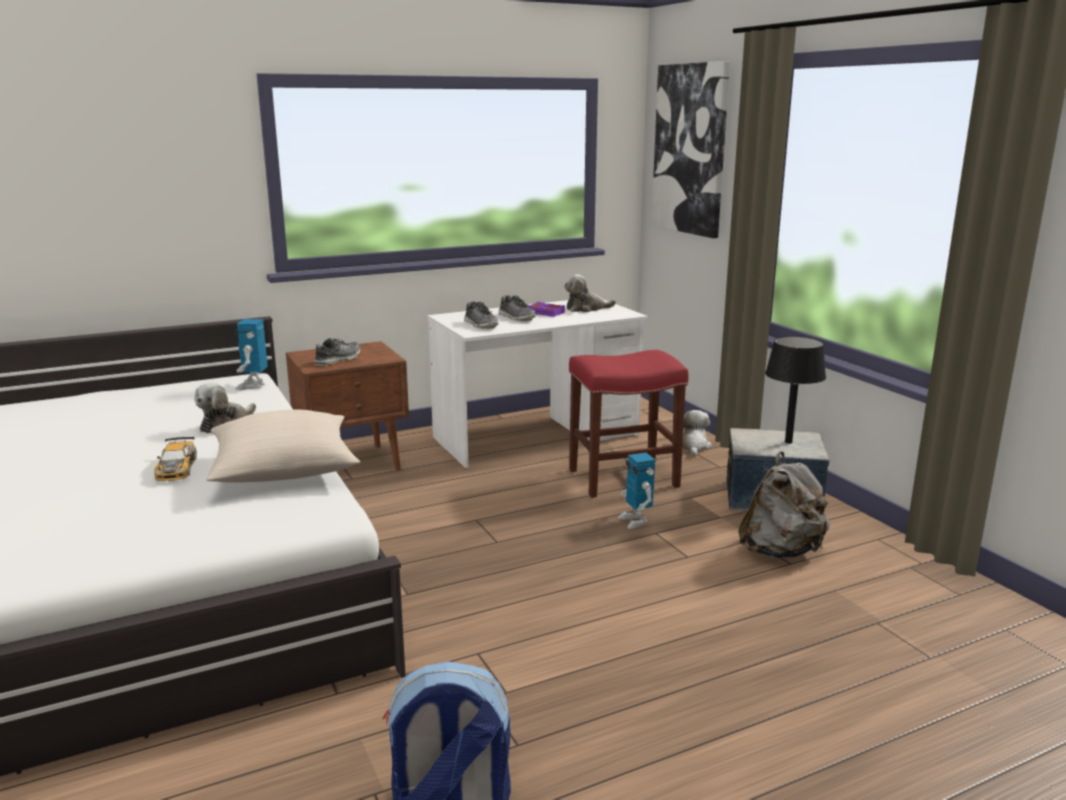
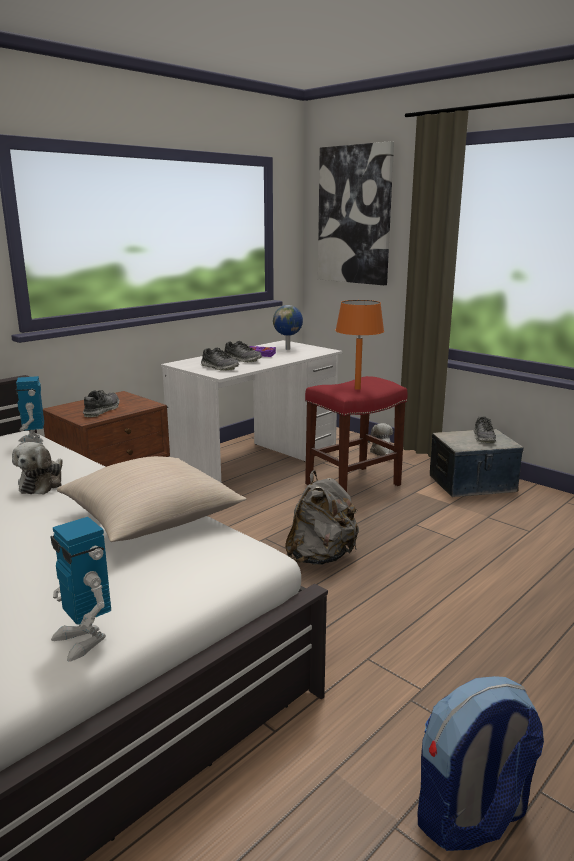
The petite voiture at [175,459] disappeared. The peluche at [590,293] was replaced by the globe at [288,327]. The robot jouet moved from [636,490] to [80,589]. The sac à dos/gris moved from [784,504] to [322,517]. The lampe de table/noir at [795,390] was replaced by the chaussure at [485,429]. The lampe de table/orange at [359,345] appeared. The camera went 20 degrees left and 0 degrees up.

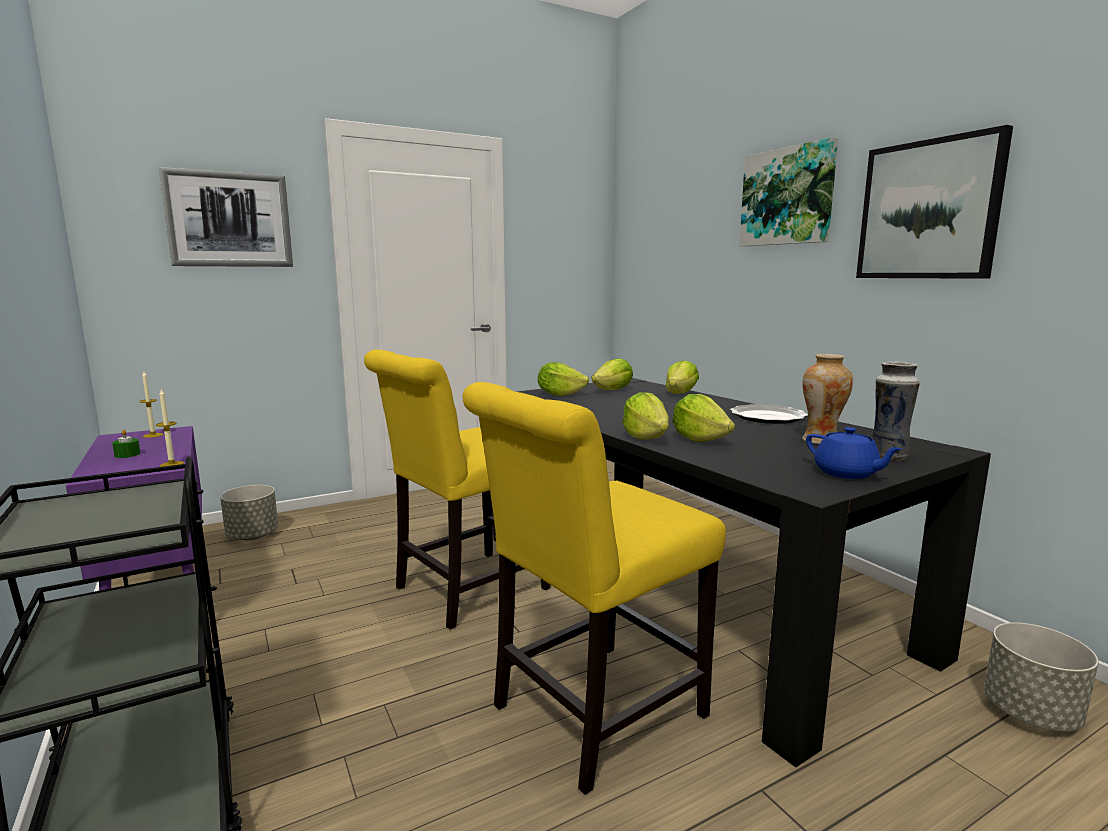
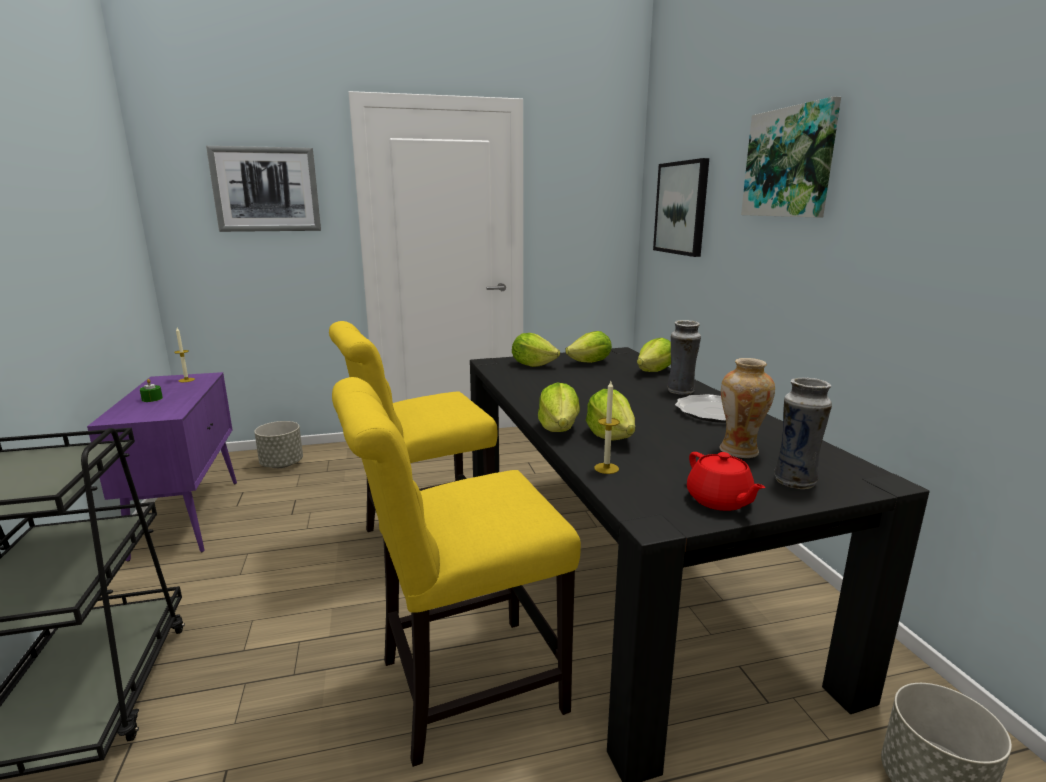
The bougie moved from [170,428] to [607,427]. The théière/bleu at [854,453] became the théière/rouge at [726,481]. The tableau moved from [934,202] to [681,207]. The vase at [684,357] appeared. The camera went 15 degrees right and 5 degrees up.

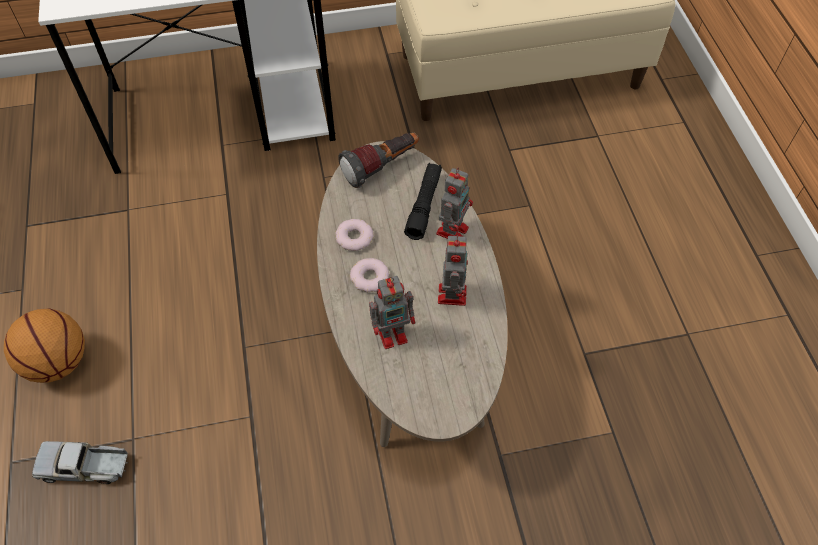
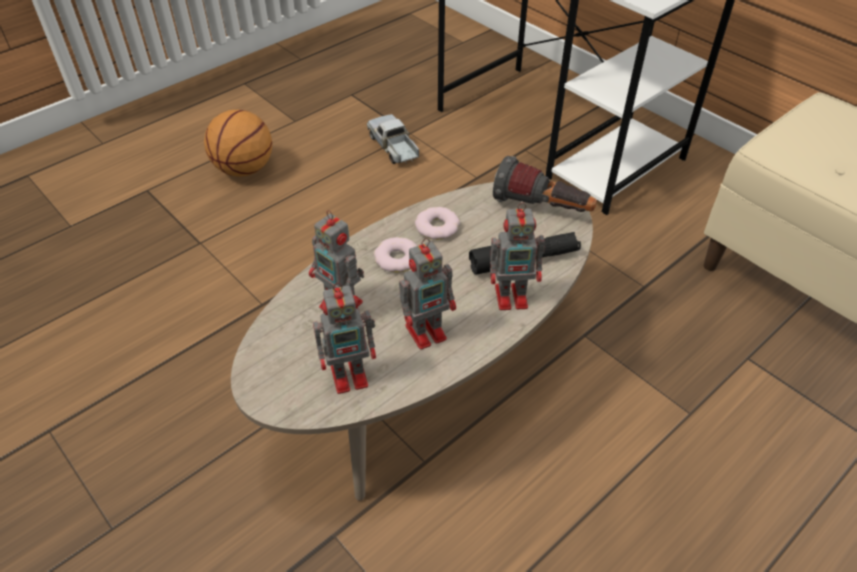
The camion jouet moved from [80,462] to [393,139]. The robot jouet at [344,338] appeared. The camera went 60 degrees right and 10 degrees down.

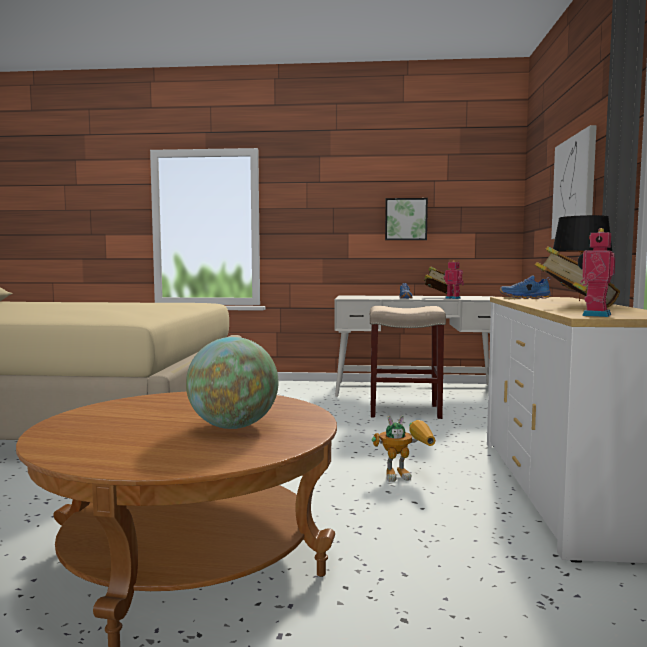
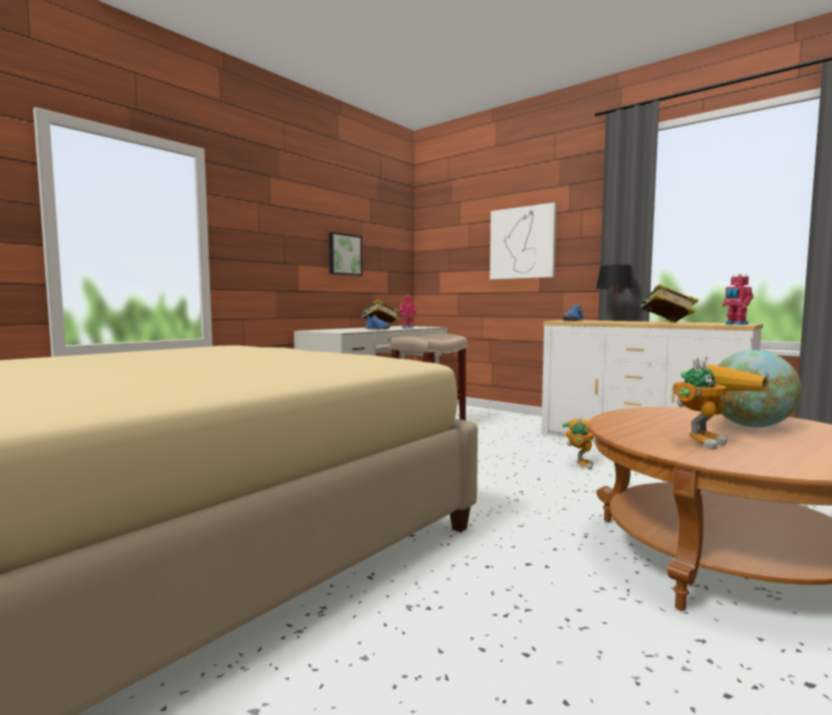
The robot jouet at [721,403] appeared. The camera went 55 degrees left and 0 degrees up.

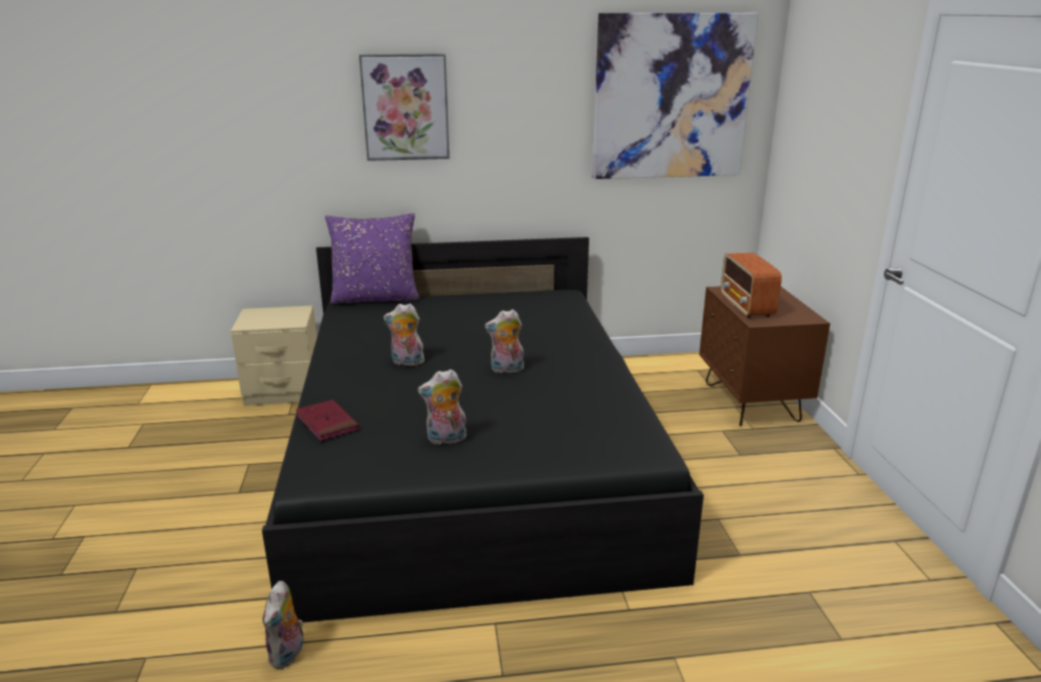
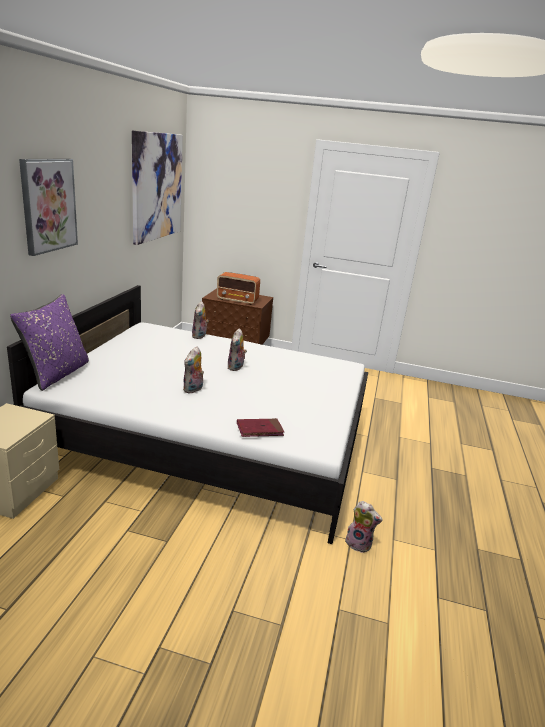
The lit/noir at [483,429] became the lit/blanc at [187,414]. The peluche moved from [442,407] to [200,320]. The camera went 70 degrees left and 0 degrees up.

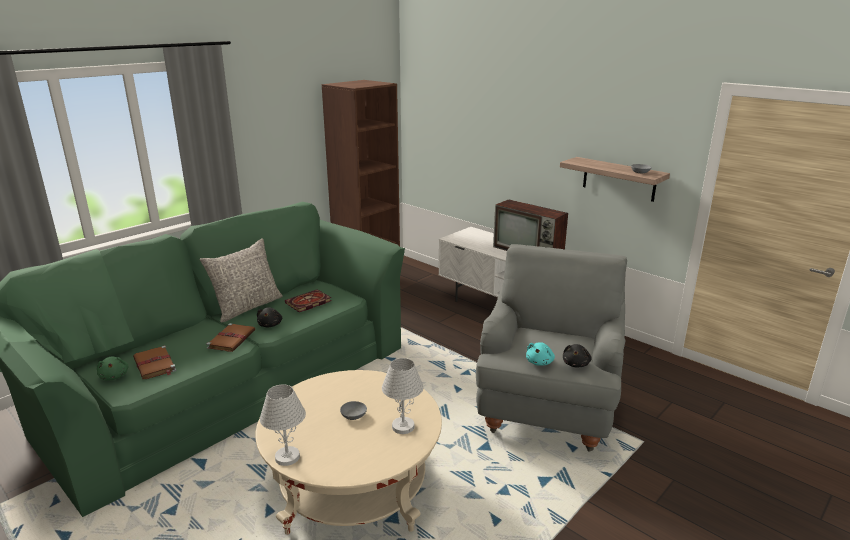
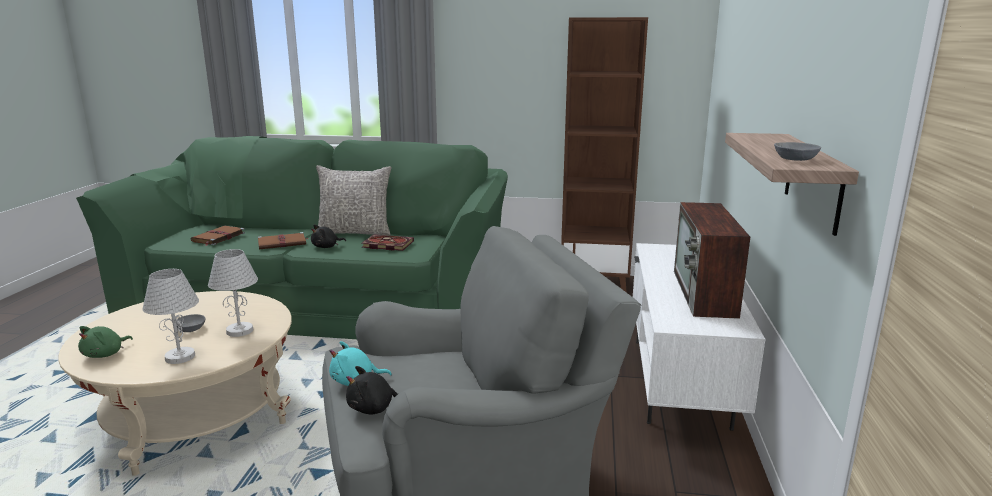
The peluche/vert moved from [112,368] to [105,342]. The lampe de table/blanc moved from [283,425] to [233,293]. The camera went 55 degrees right and 5 degrees down.

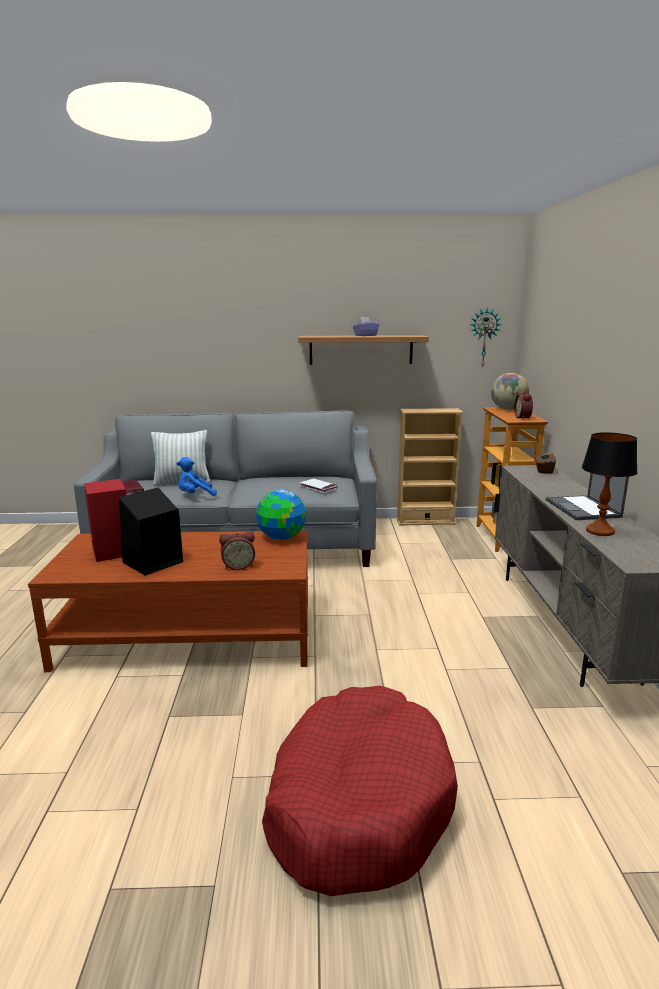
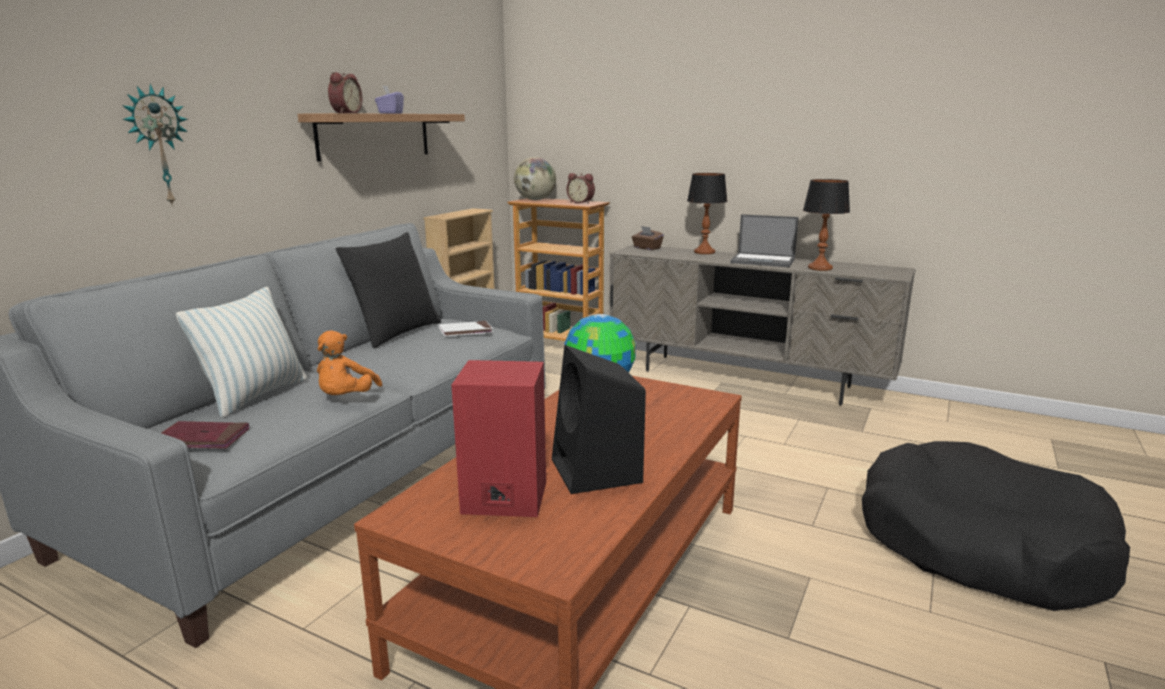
The peluche/bleu at [197,476] became the peluche/orange at [350,362]. The réveil moved from [237,551] to [345,92]. The panier pour chien/rouge at [360,791] became the panier pour chien/noir at [996,526]. The horloge murale moved from [486,337] to [155,145]. The coussin/noir at [388,290] appeared. The lampe de table at [707,213] appeared. The camera went 60 degrees left and 0 degrees up.

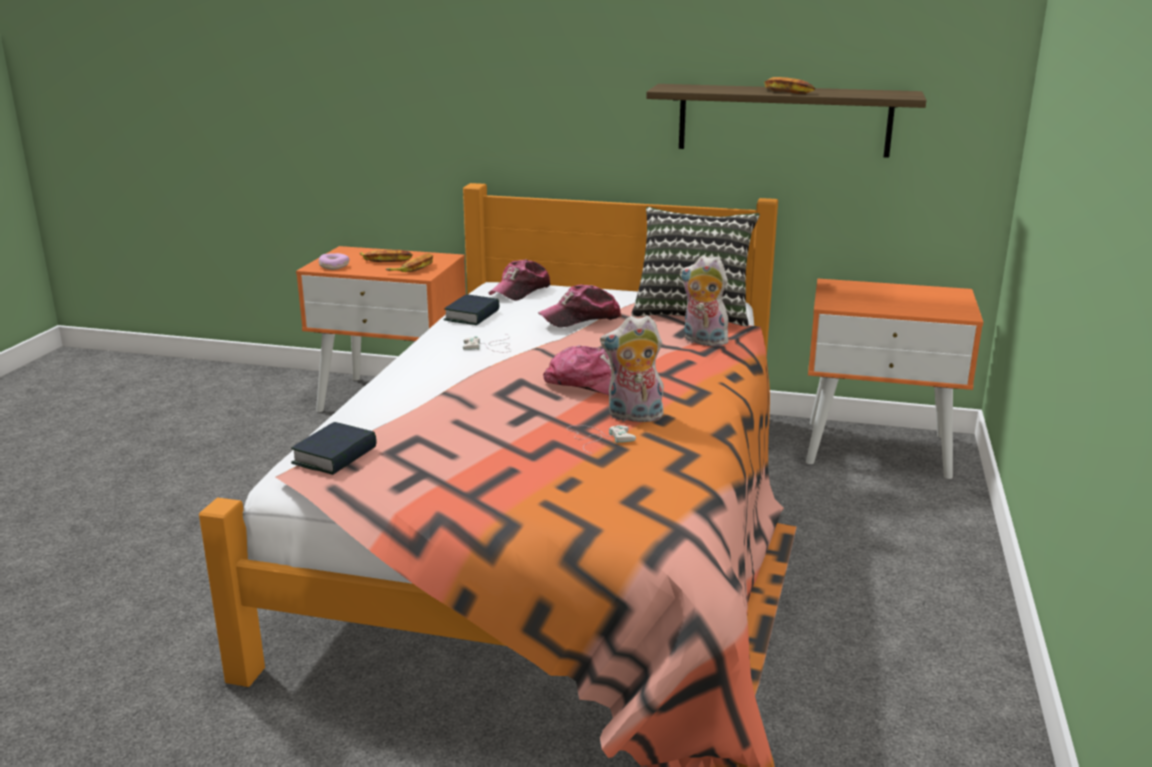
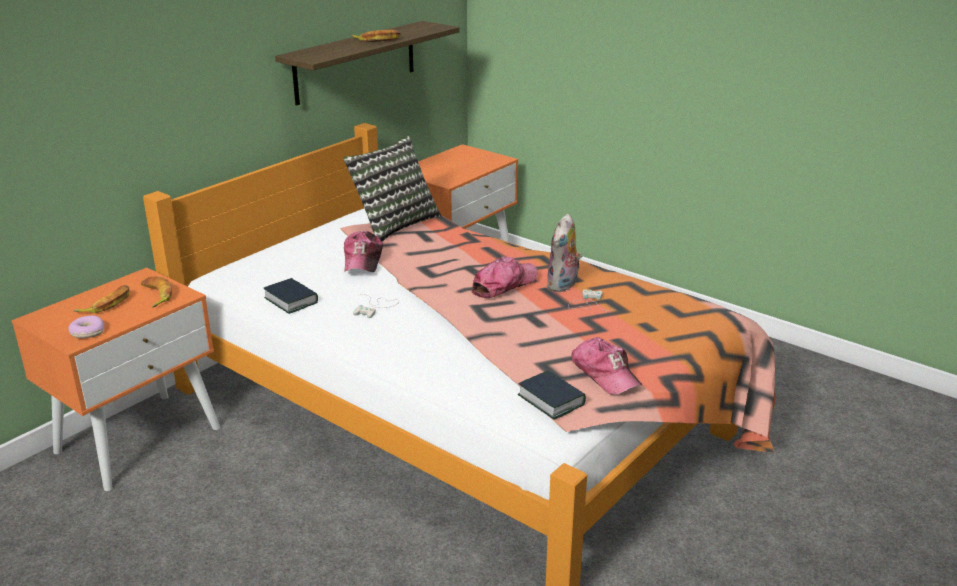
The casquette moved from [520,280] to [607,366]. The peluche at [706,300] disappeared. The camera went 65 degrees left and 5 degrees up.

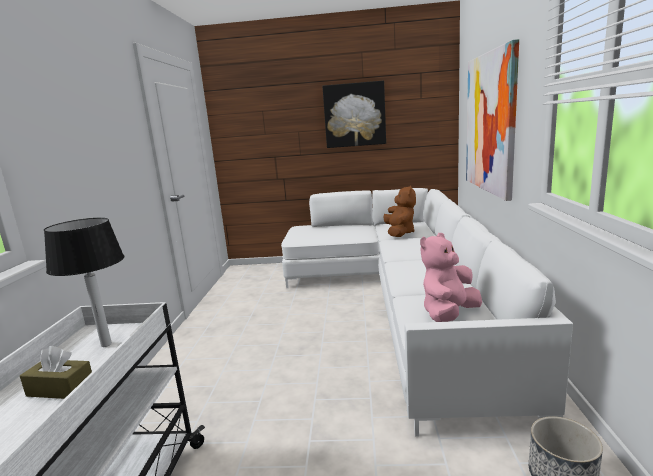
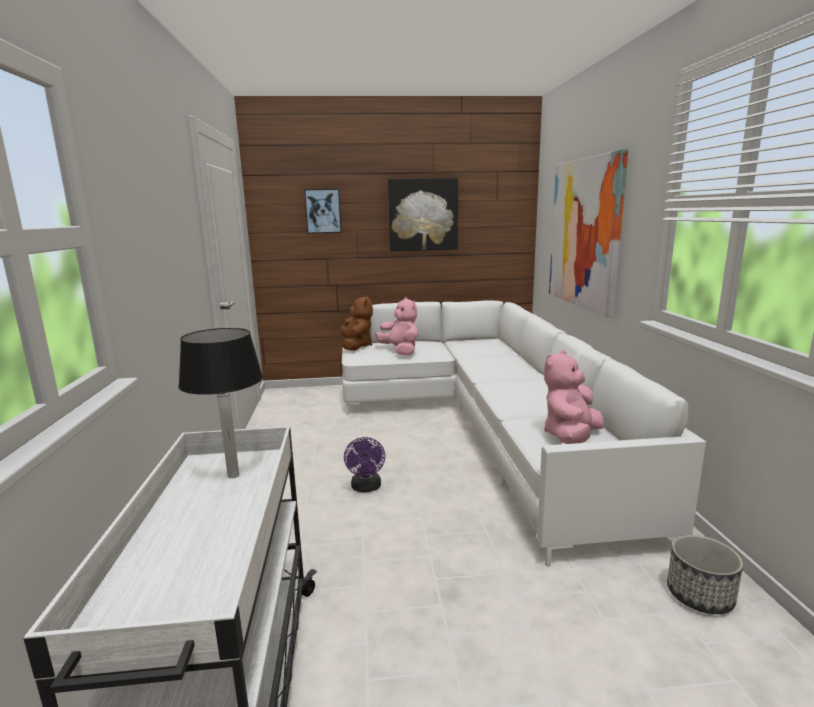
The boîte à mouchoirs/marron at [56,372] disappeared. The peluche/marron moved from [399,211] to [356,323]. The tableau at [323,211] appeared. The ventilateur/violet at [364,464] appeared. The peluche/rose at [396,326] appeared. The camera went 10 degrees left and 0 degrees up.

